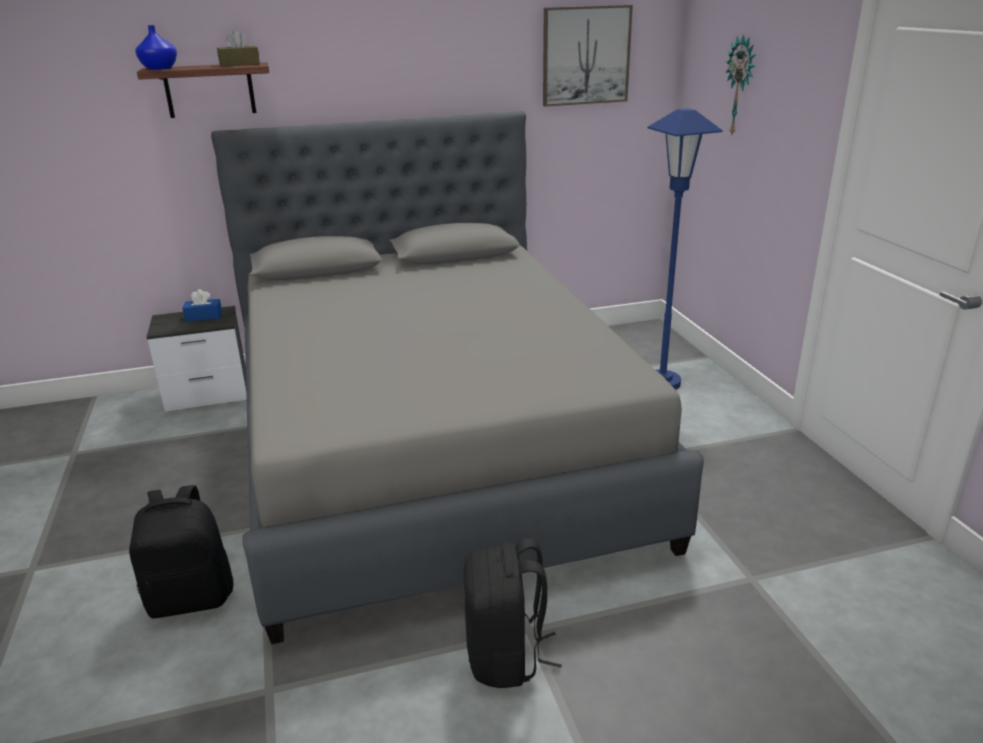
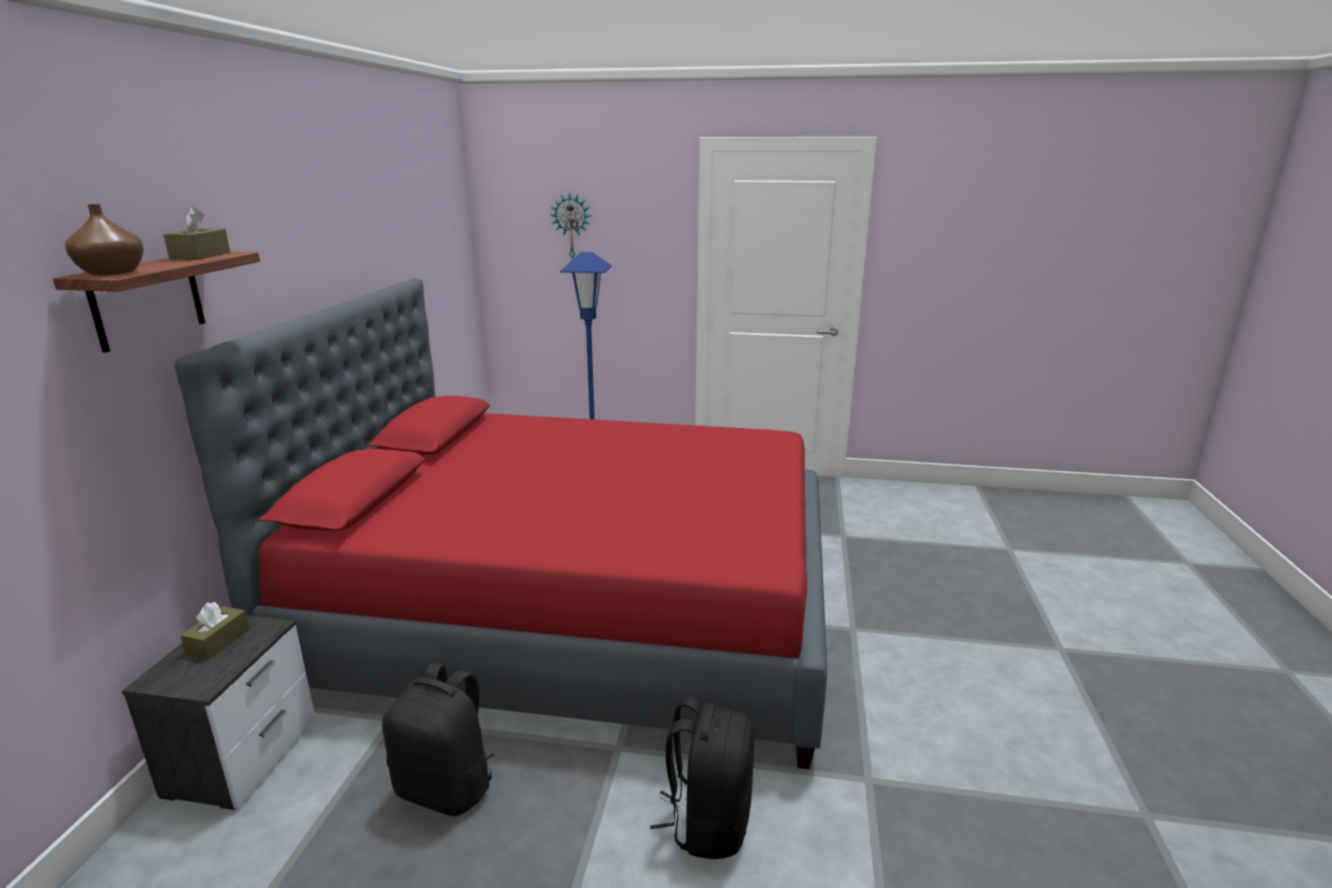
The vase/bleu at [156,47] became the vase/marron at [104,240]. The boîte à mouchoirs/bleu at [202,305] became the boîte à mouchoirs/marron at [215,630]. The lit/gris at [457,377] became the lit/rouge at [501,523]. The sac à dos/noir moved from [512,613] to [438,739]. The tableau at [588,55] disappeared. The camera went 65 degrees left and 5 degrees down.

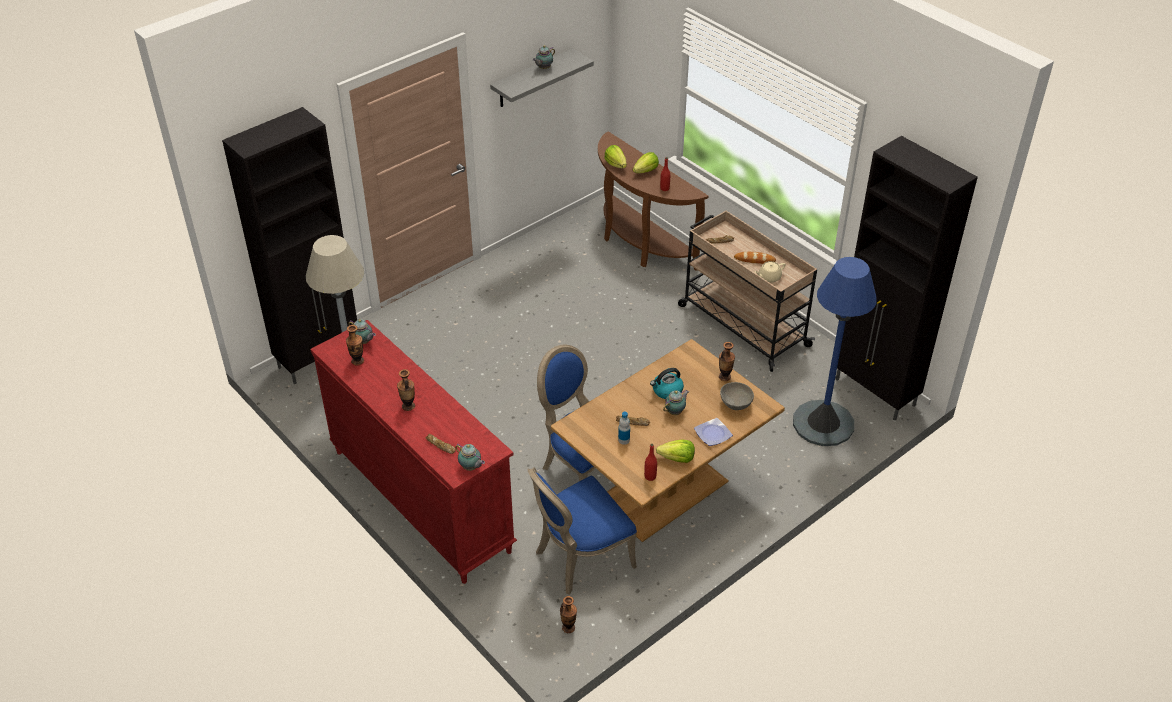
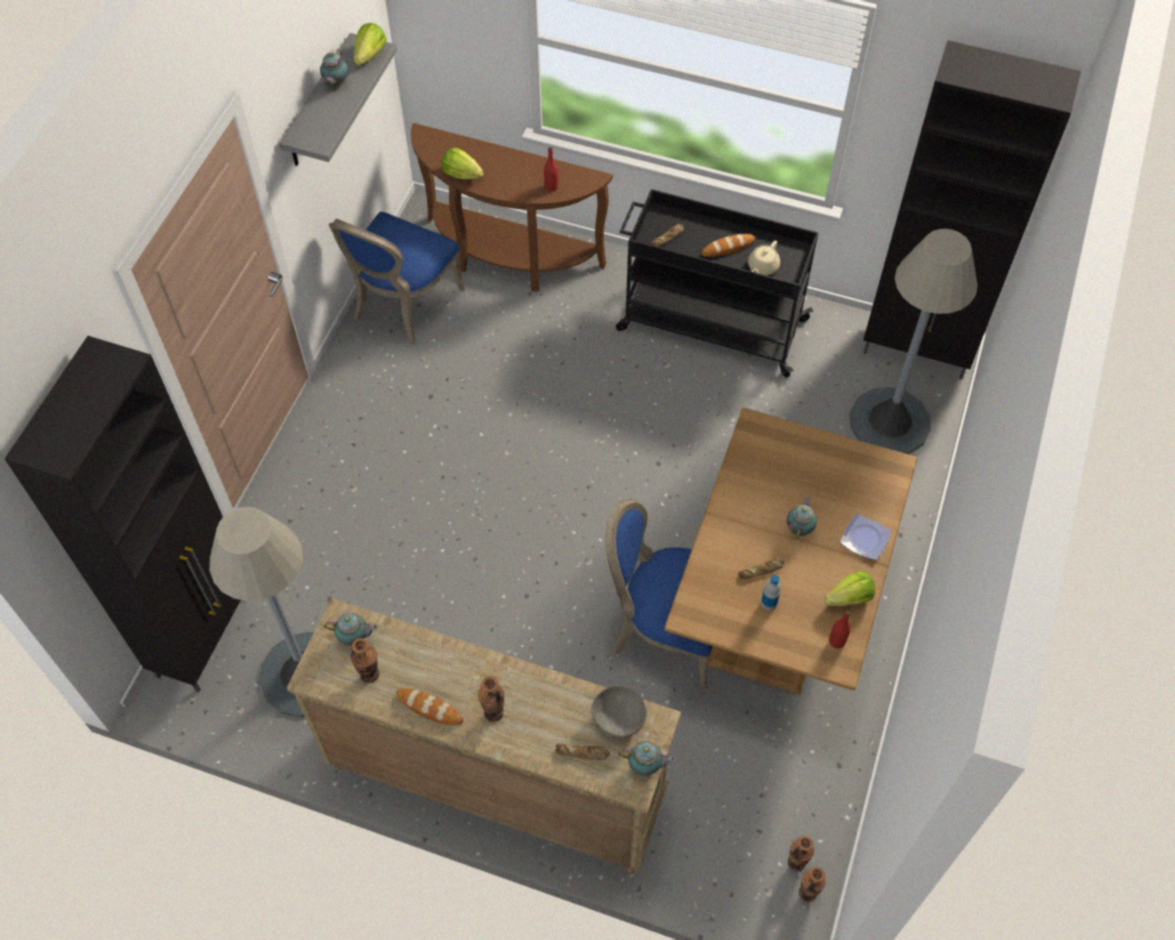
The commode/rouge at [413,452] became the commode/beige at [483,735]. The chaise/bleu moved from [582,531] to [397,278]. The laitue moved from [646,162] to [370,44]. The bouilloire at [667,383] disappeared. The chariot/beige at [747,291] became the chariot/noir at [717,283]. The vase moved from [727,361] to [812,884]. The bol/gris moved from [737,396] to [618,712]. The lampadaire/bleu at [835,351] became the lampadaire/gris at [914,341]. The pain at [429,706] appeared. The camera went 30 degrees left and 15 degrees up.

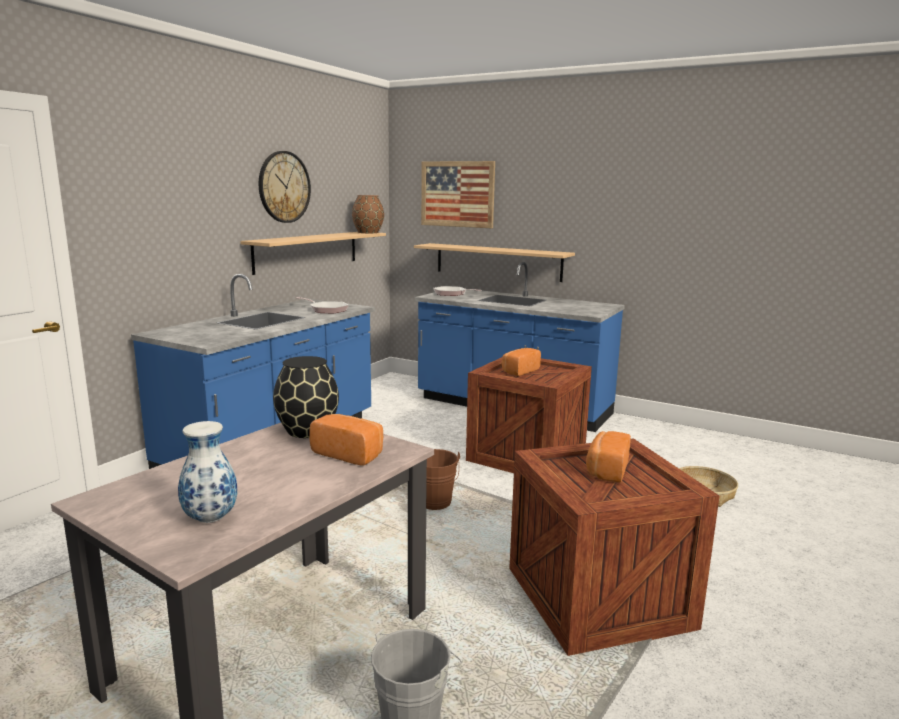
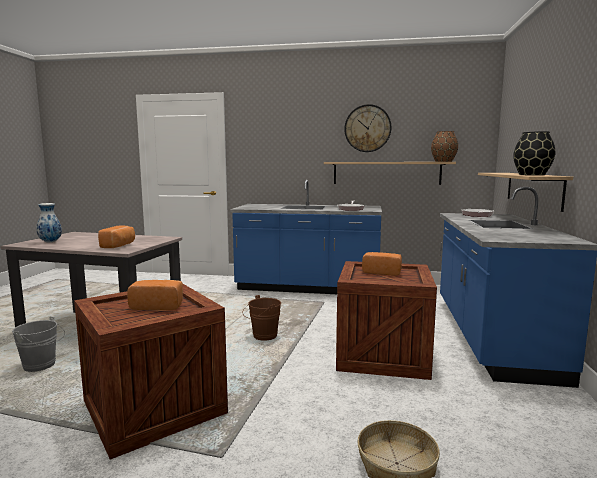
The vase/noir moved from [306,397] to [534,153]. The tableau at [458,194] disappeared. The camera went 70 degrees right and 5 degrees down.

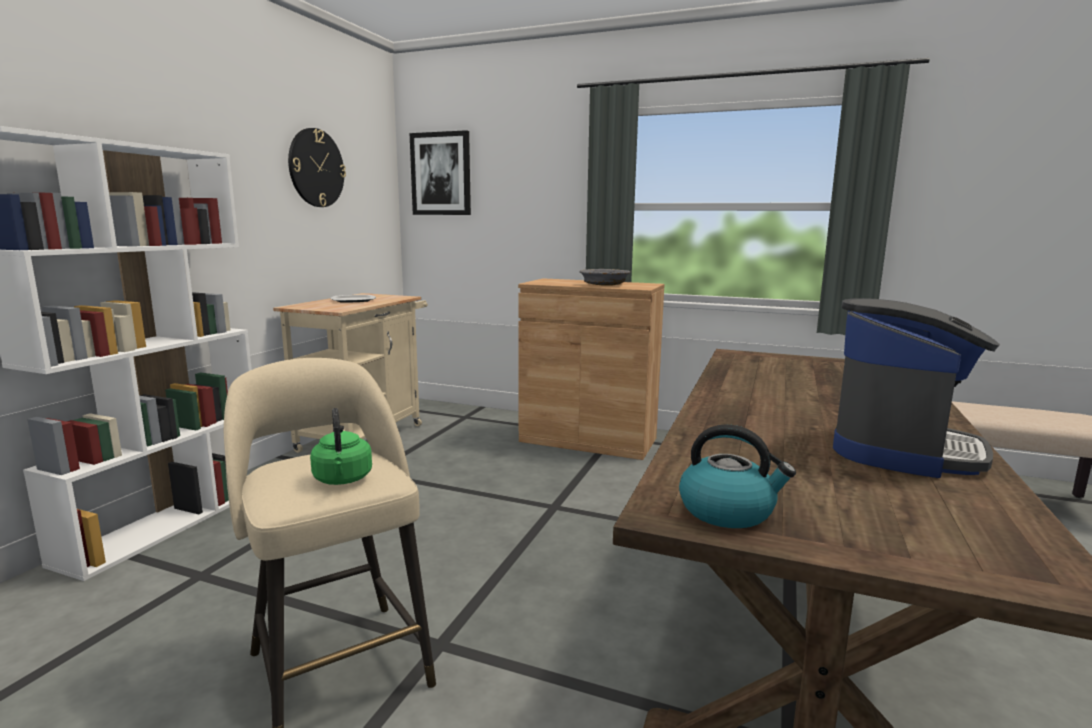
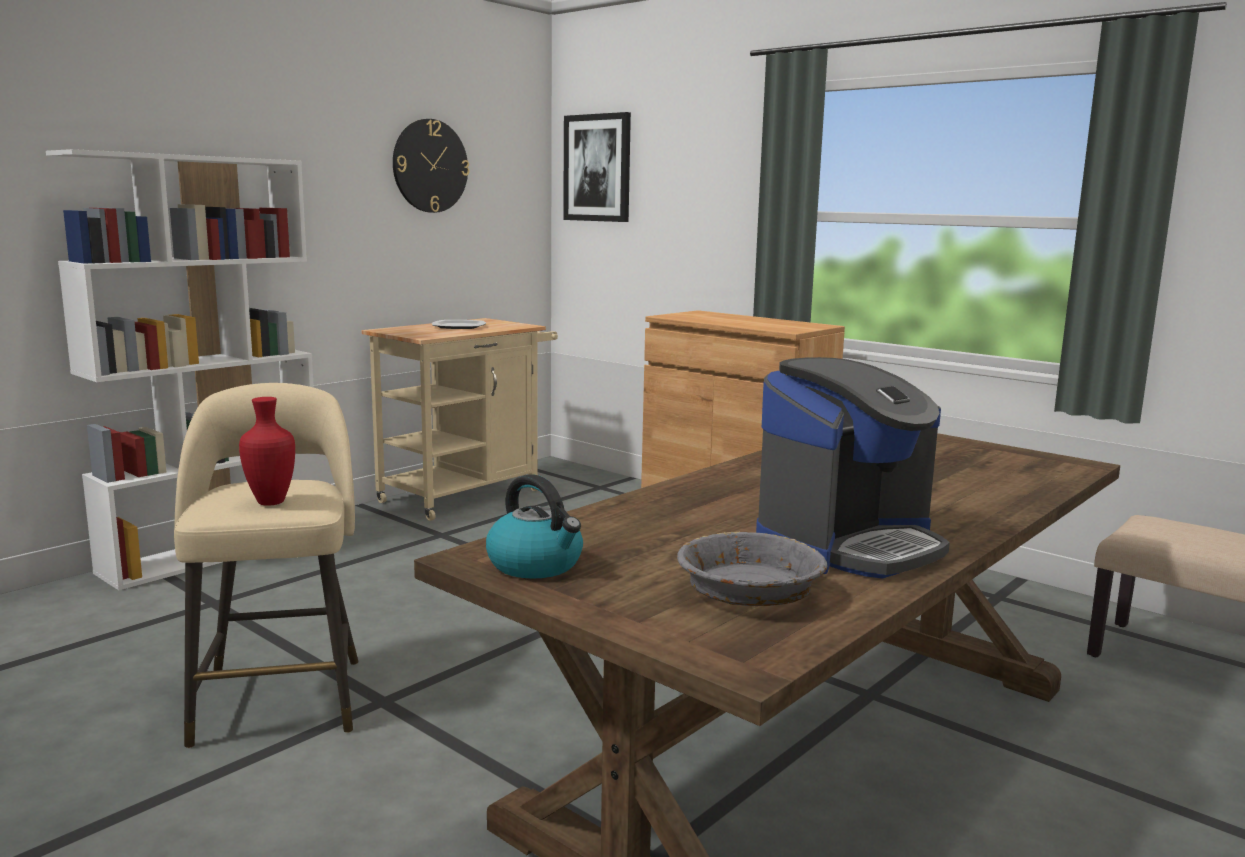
The bouilloire/vert at [341,446] was replaced by the vase/rouge at [267,451]. The bol/gris moved from [605,277] to [752,569]. The camera went 20 degrees right and 0 degrees up.

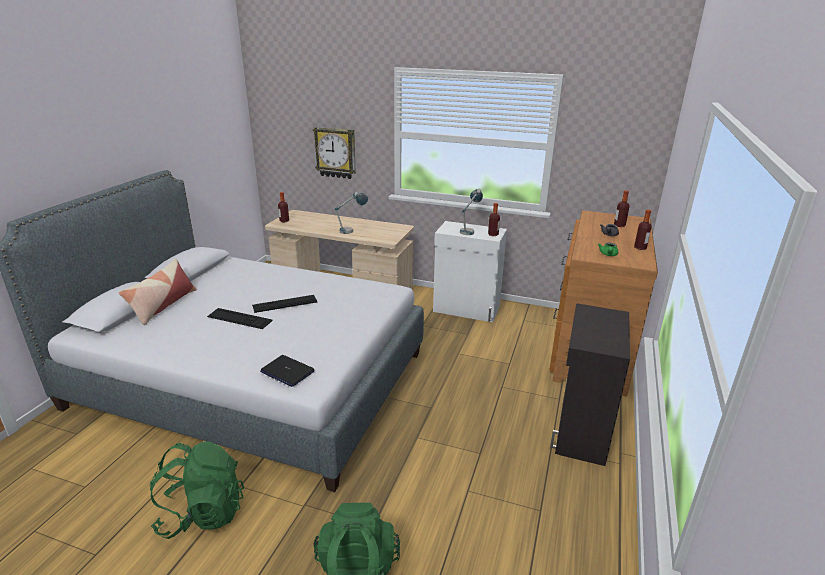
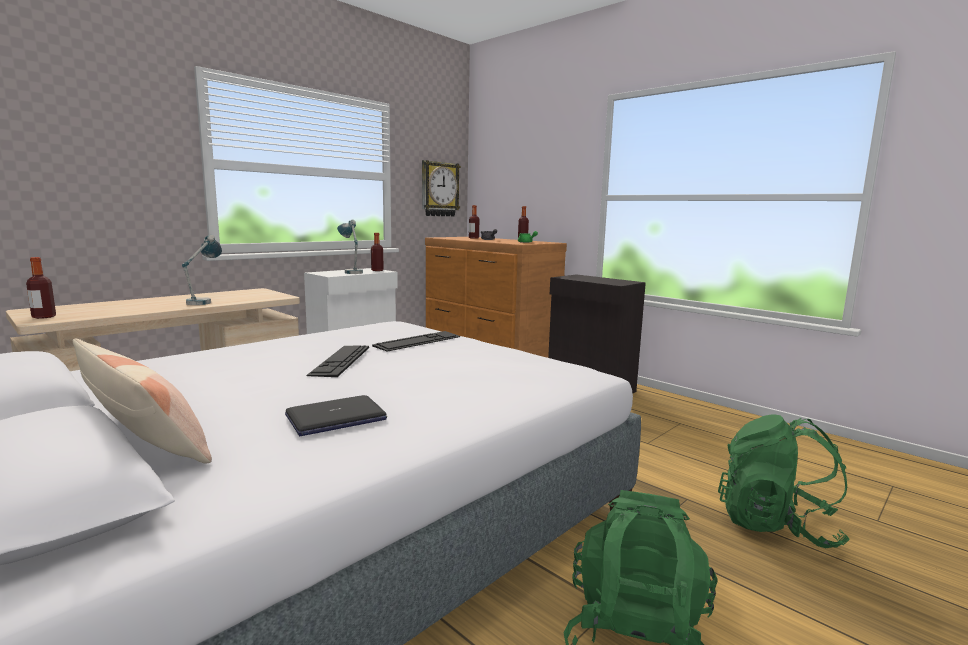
The clavier moved from [240,318] to [416,341]. The ordinateur portable moved from [287,371] to [336,415]. The horloge murale moved from [334,153] to [441,188]. The camera went 65 degrees left and 15 degrees down.

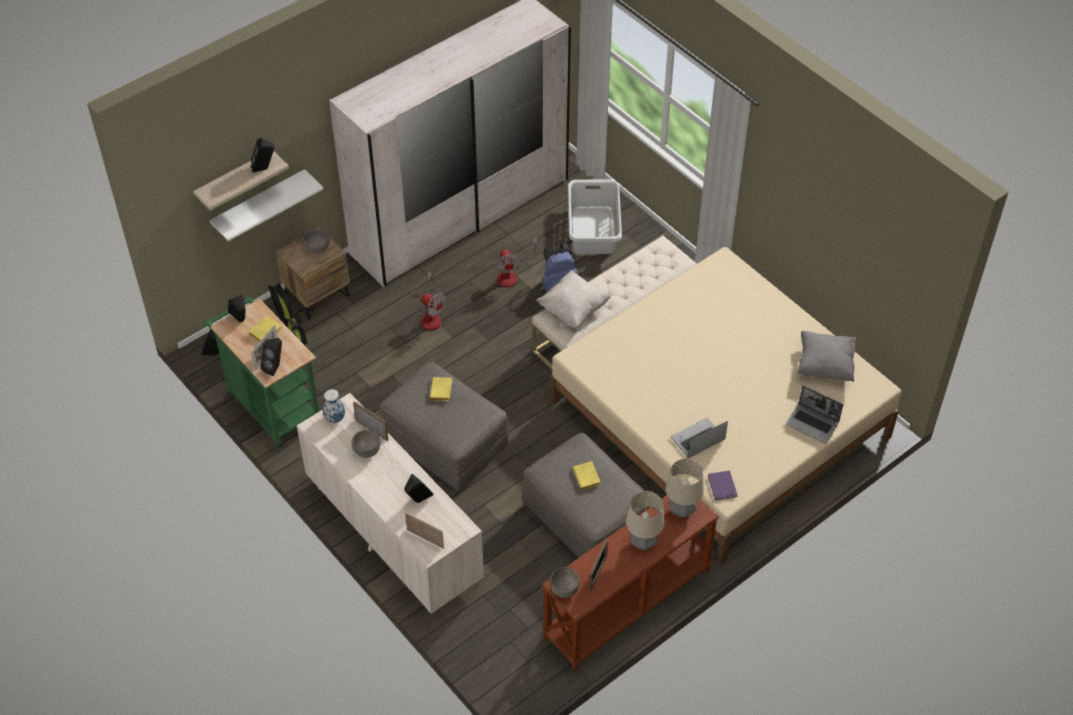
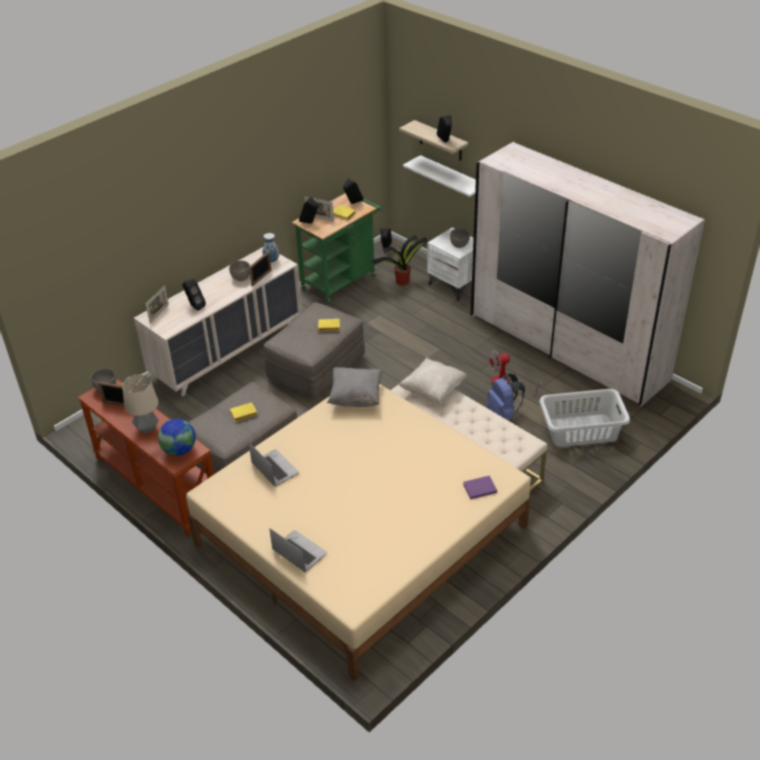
The table de chevet/marron at [312,273] became the table de chevet/blanc at [450,264]. The ventilateur at [432,301] disappeared. The lampe de table at [685,488] was replaced by the globe at [177,437]. The livre/violet moved from [722,485] to [480,487]. The ordinateur portable at [814,414] turned 105 degrees clockwise. The coussin/gris moved from [827,356] to [354,387]. The camera went 85 degrees right and 10 degrees down.

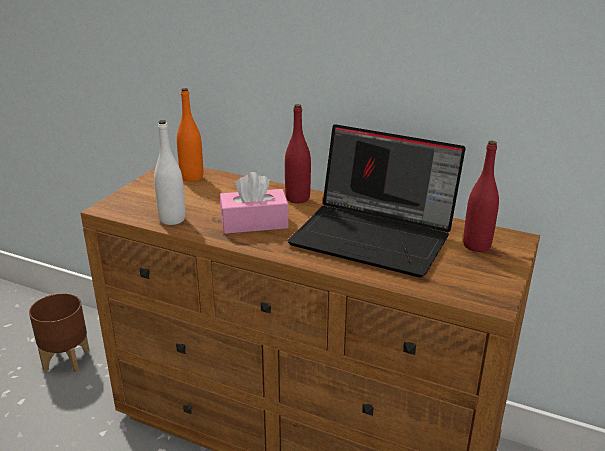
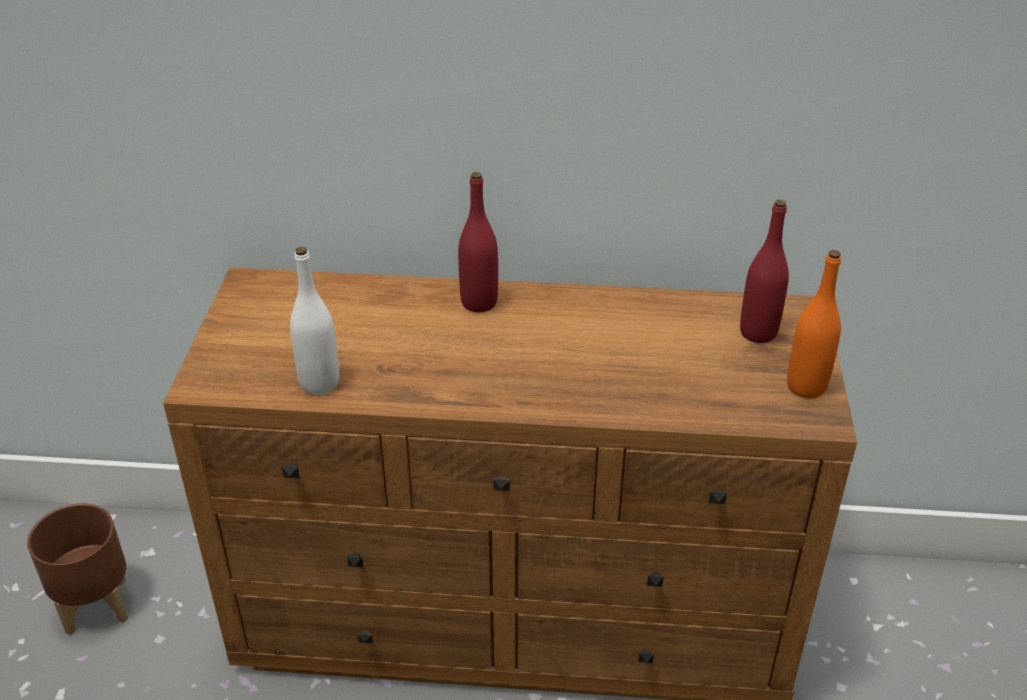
The bouteille/orange moved from [190,135] to [814,324]. The boîte à mouchoirs/rose at [254,203] disappeared. The ordinateur portable at [377,201] disappeared. The camera went 20 degrees left and 10 degrees up.

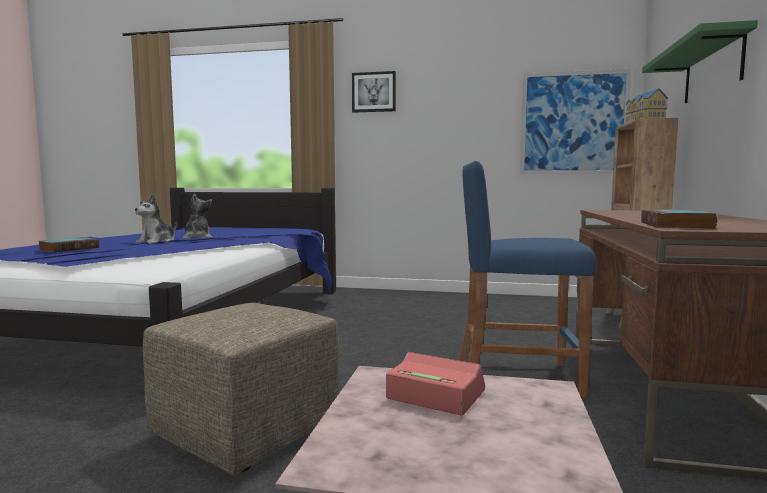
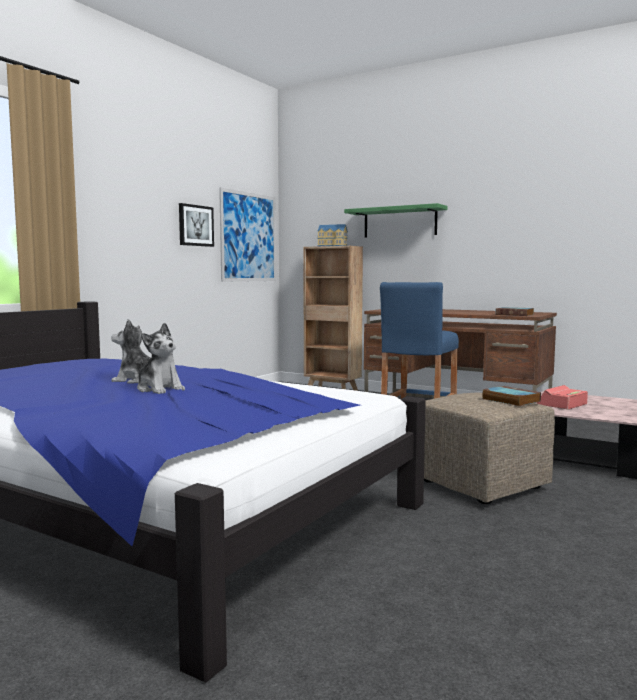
The livre moved from [69,244] to [511,396]. The tableau moved from [374,92] to [196,225]. The camera went 70 degrees left and 0 degrees up.

